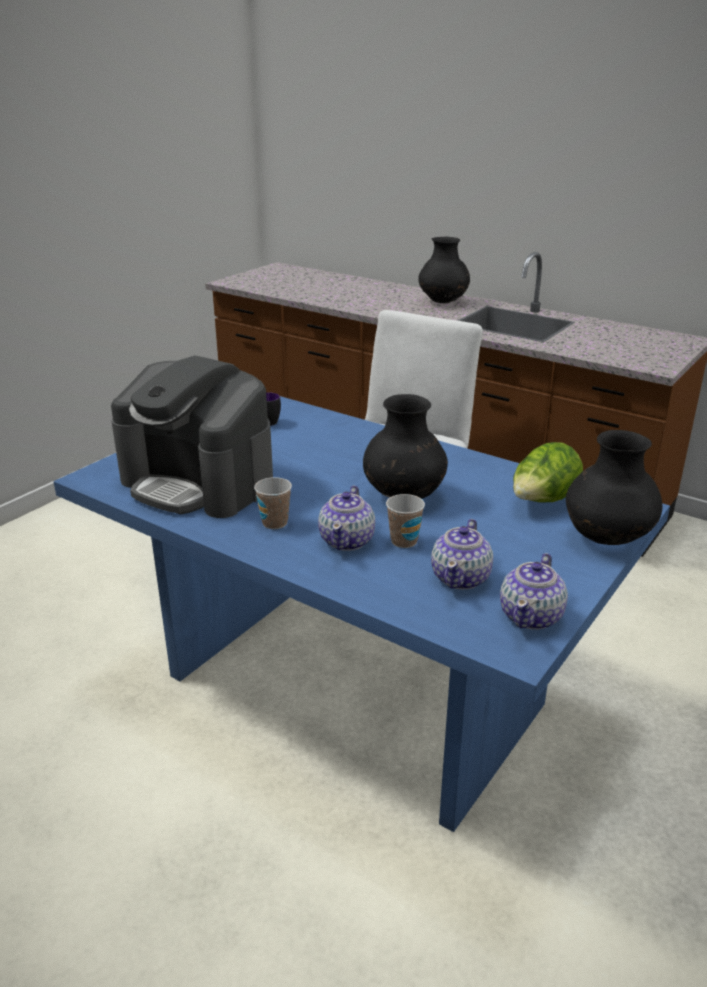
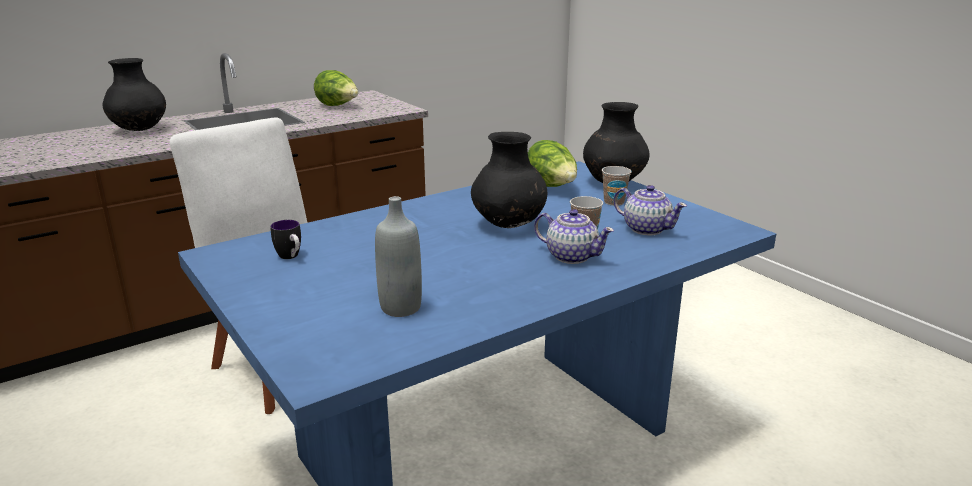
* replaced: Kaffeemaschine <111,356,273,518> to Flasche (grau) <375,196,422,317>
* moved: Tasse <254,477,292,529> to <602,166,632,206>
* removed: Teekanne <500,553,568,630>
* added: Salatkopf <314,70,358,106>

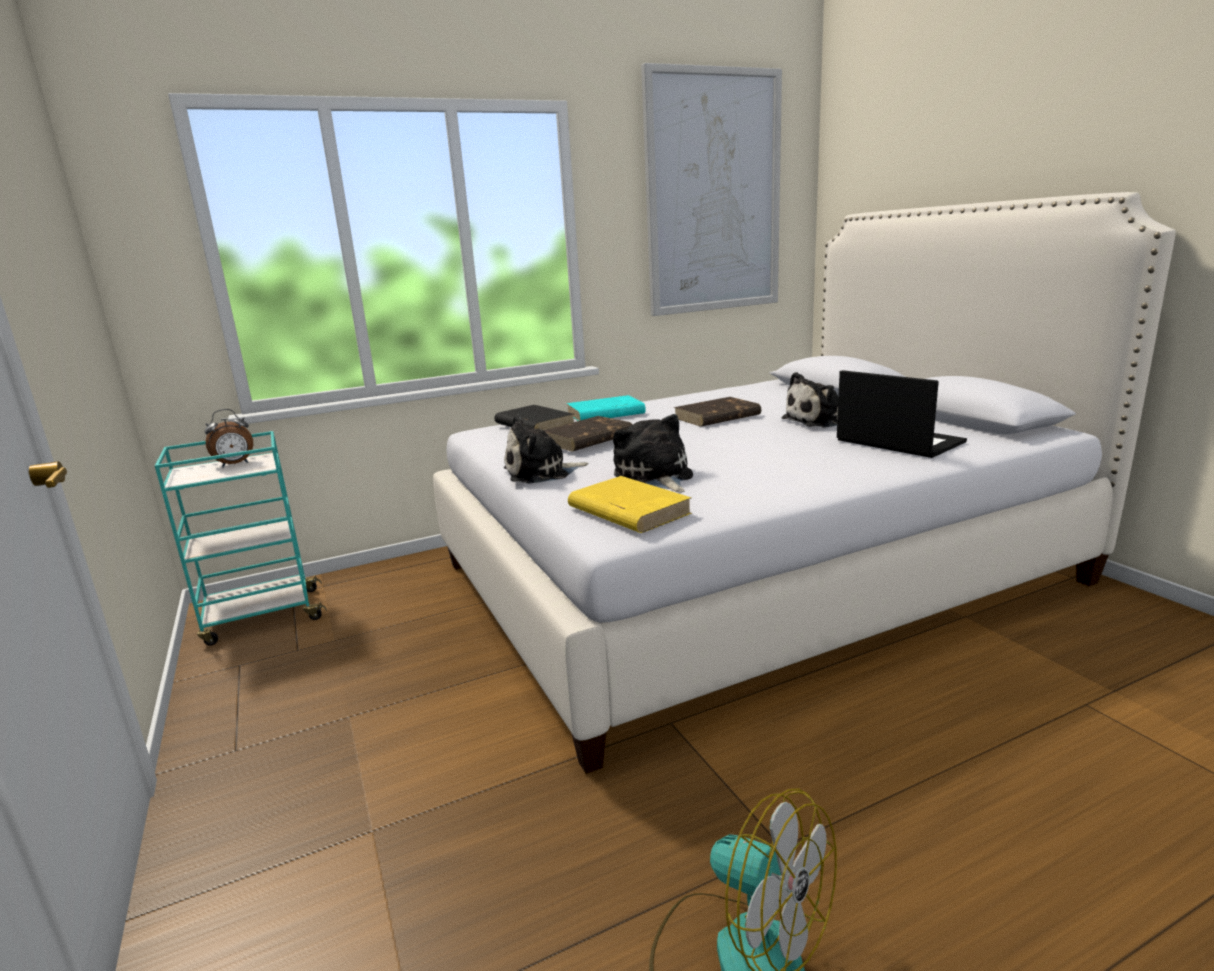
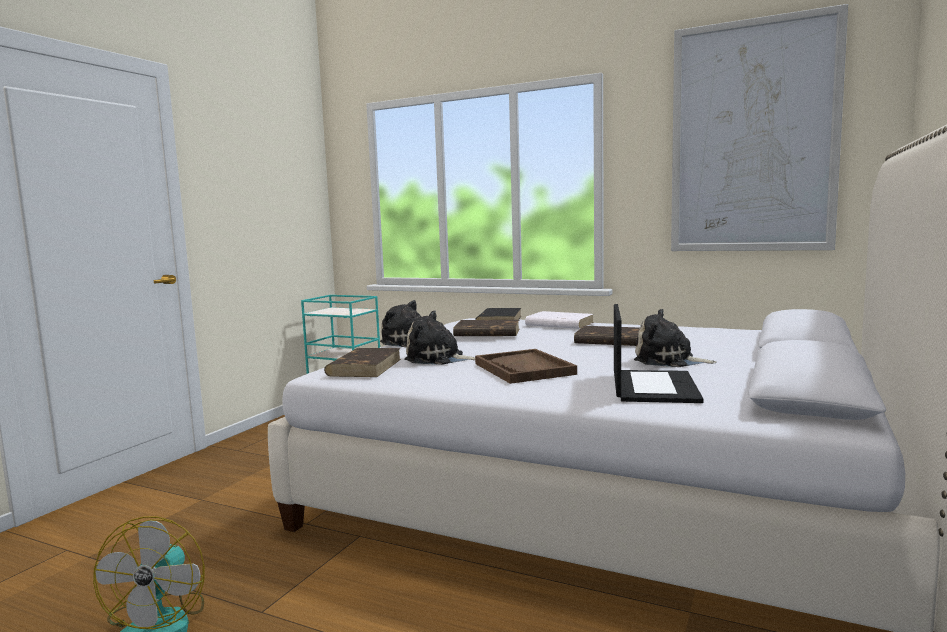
* recoloured: Buch (türkis) <566,395,646,421> to Buch (weiß) <525,311,594,329>
* removed: Wecker <205,409,253,468>
* turned: Plüschtier <613,414,693,492> = <405,310,475,365> 105 degrees counterclockwise
* recoloured: Buch (gelb) <568,476,692,533> to Buch (braun) <324,348,401,377>
* added: Tablett (braun) <475,349,577,384>

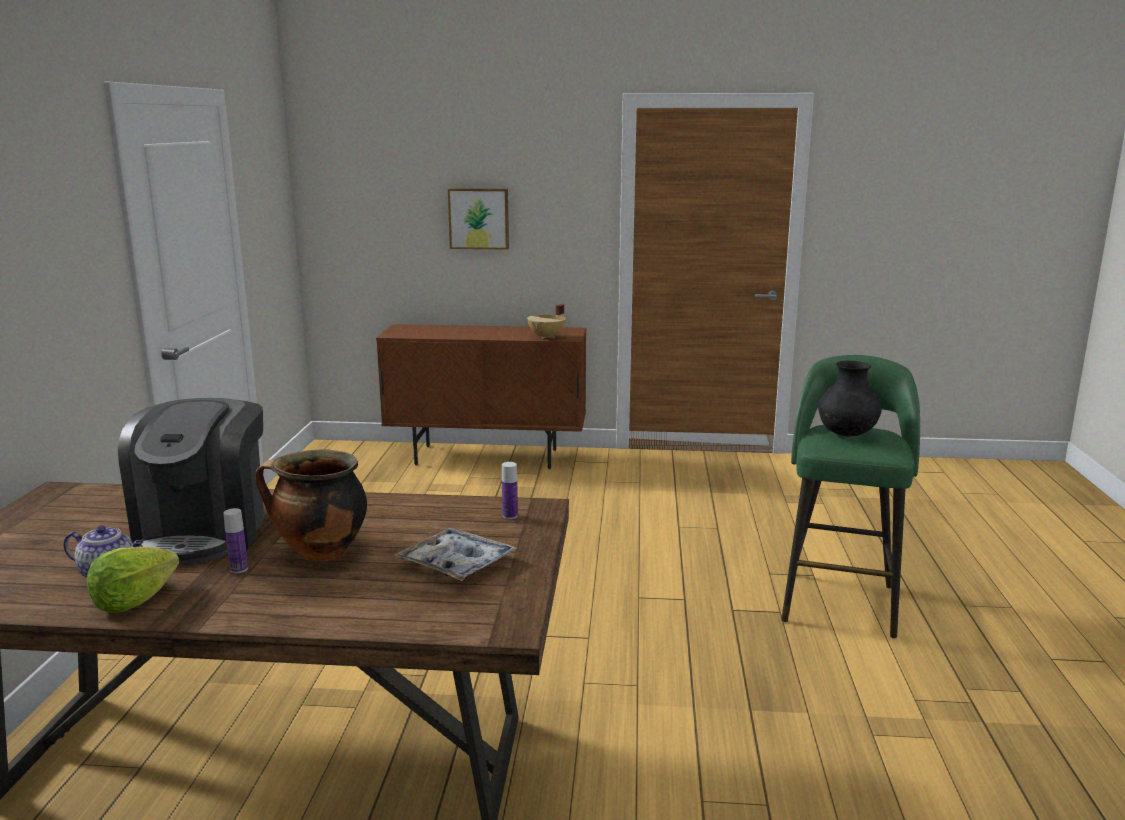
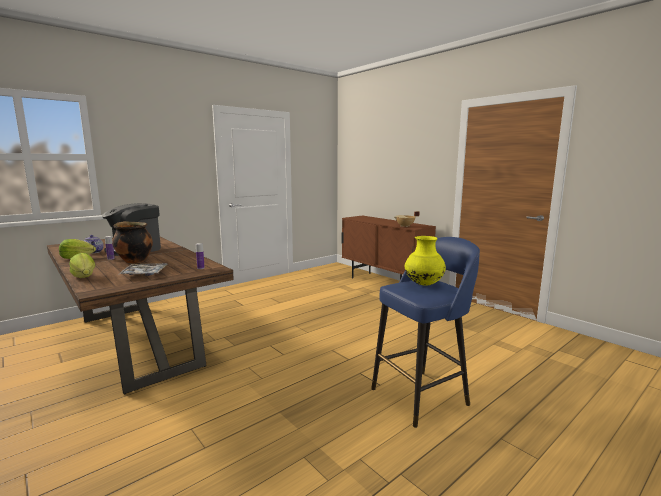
* removed: Bild <448,188,509,250>
* recoloured: Hocker (grün) <781,355,920,638> to Hocker (blau) <371,237,480,428>
* recoloured: Vase (schwarz) <818,361,882,437> to Vase (gelb) <405,236,446,286>
* added: Salatkopf <69,253,95,278>

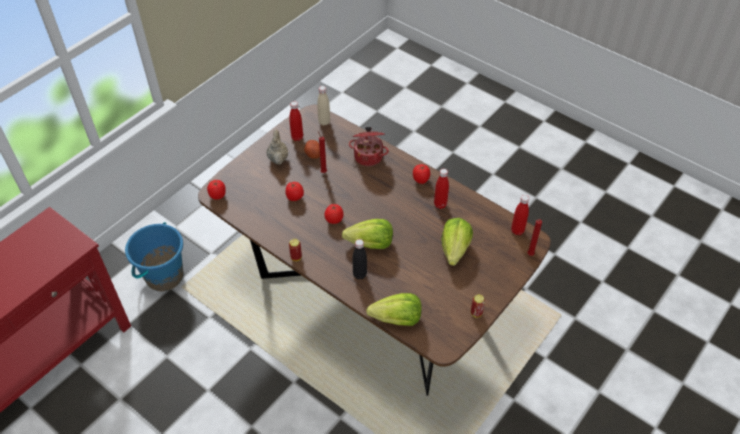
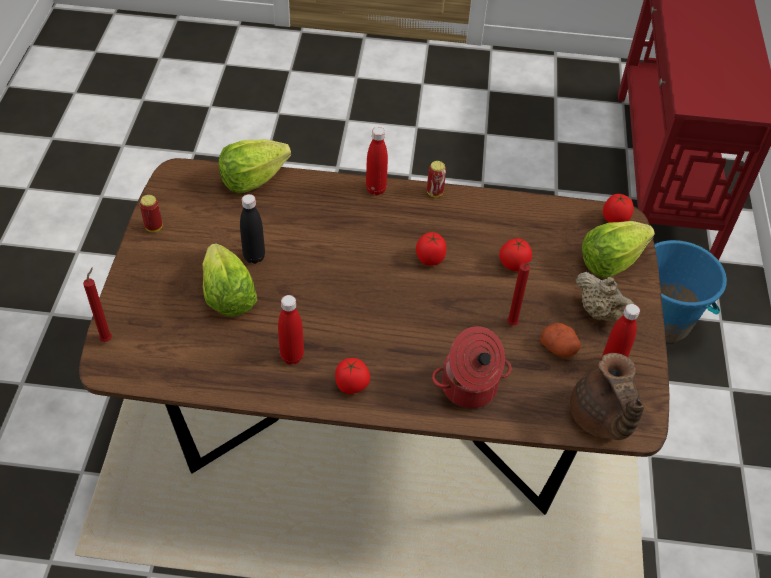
* replaced: Flasche (beige) <317,86,330,126> to Teekanne (braun) <570,353,645,440>
* moved: Flasche (rot) <511,195,529,235> to <366,127,388,195>
* moved: Salatkopf <342,219,393,249> to <582,221,655,278>
* moved: Flasche (schwarz) <353,239,367,279> to <240,194,265,264>

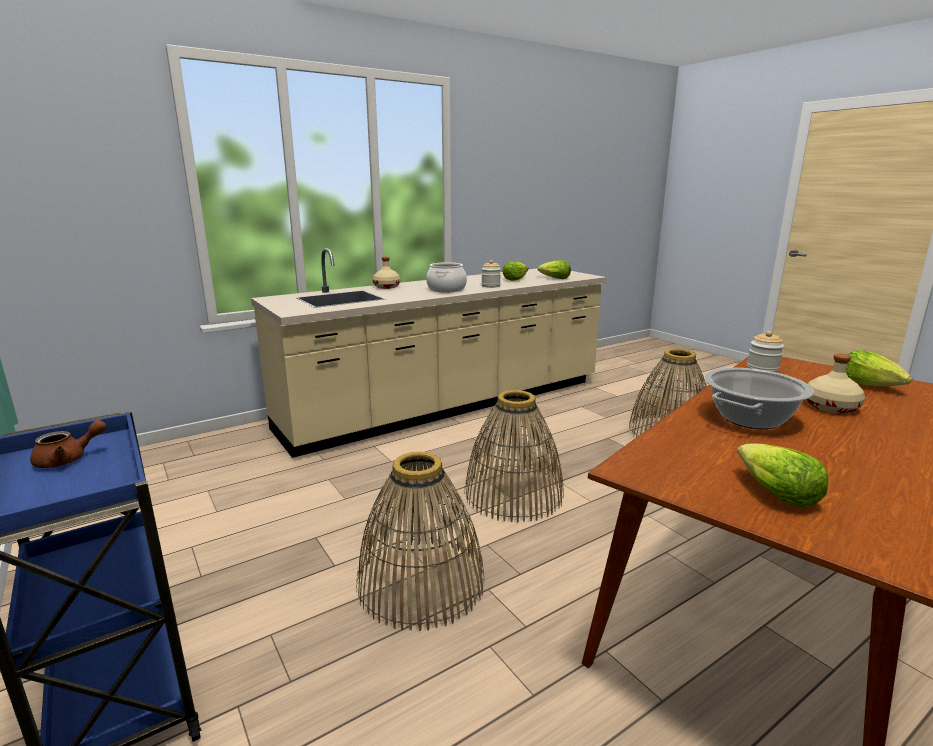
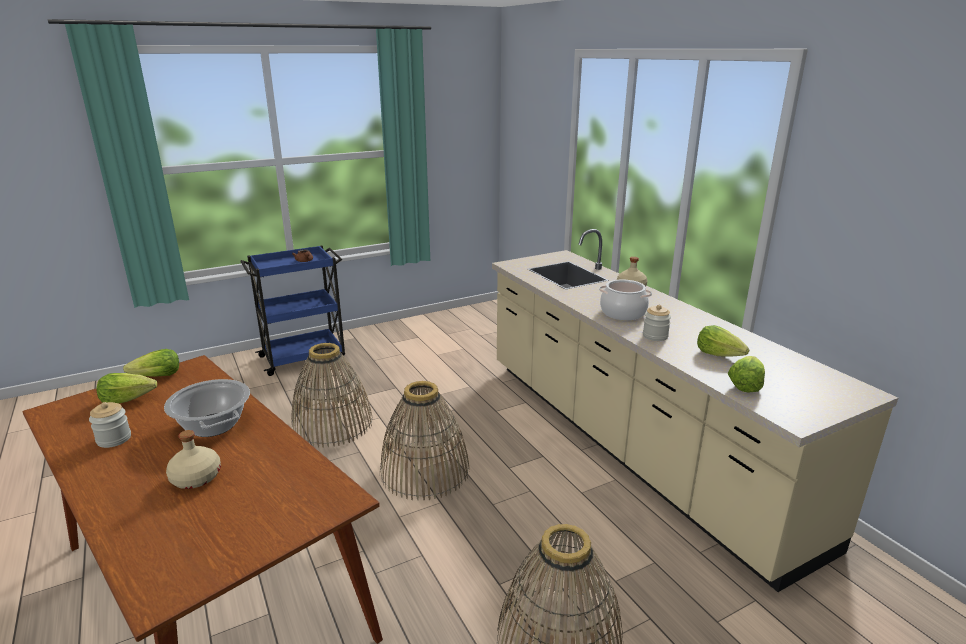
* moved: Vorratsglas <747,331,784,373> to <89,402,131,448>
* moved: Salatkopf <846,350,913,386> to <123,349,179,377>

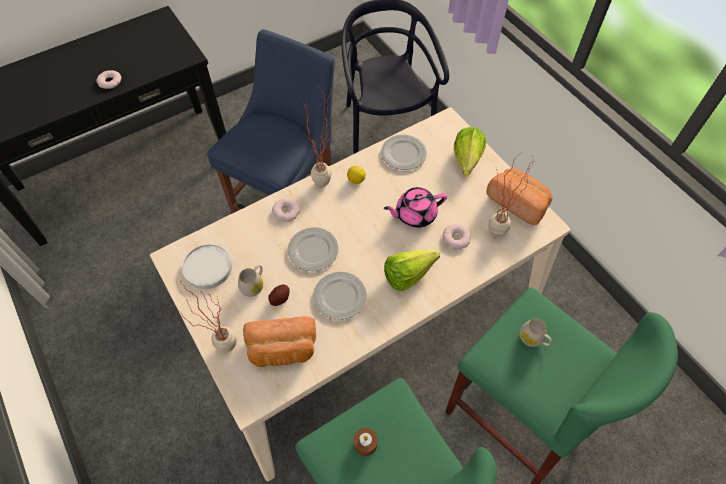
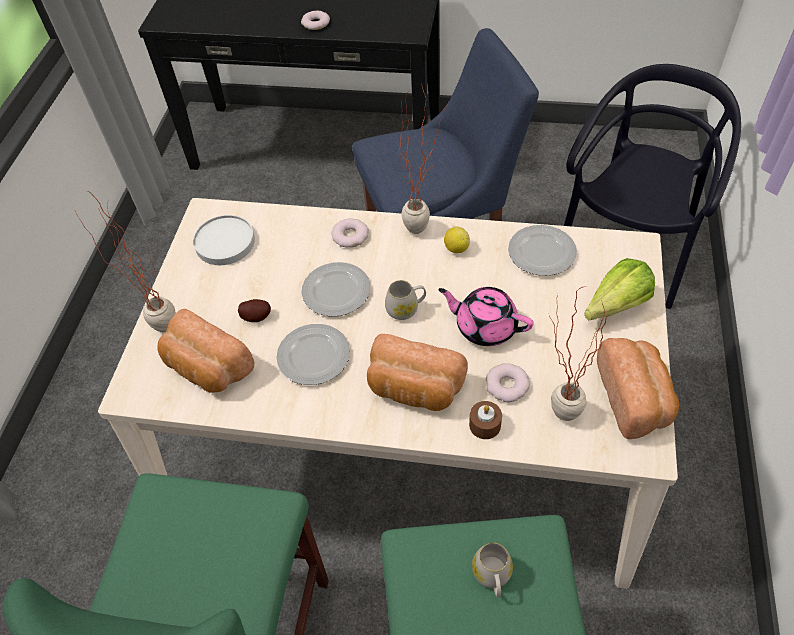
* replaced: Salatkopf <384,250,440,291> to Brot <367,334,468,411>
* moved: Henkelbecher (weiß) <238,265,263,297> to <385,280,426,320>
* moved: Kerze (braun) <354,428,378,456> to <469,401,502,439>

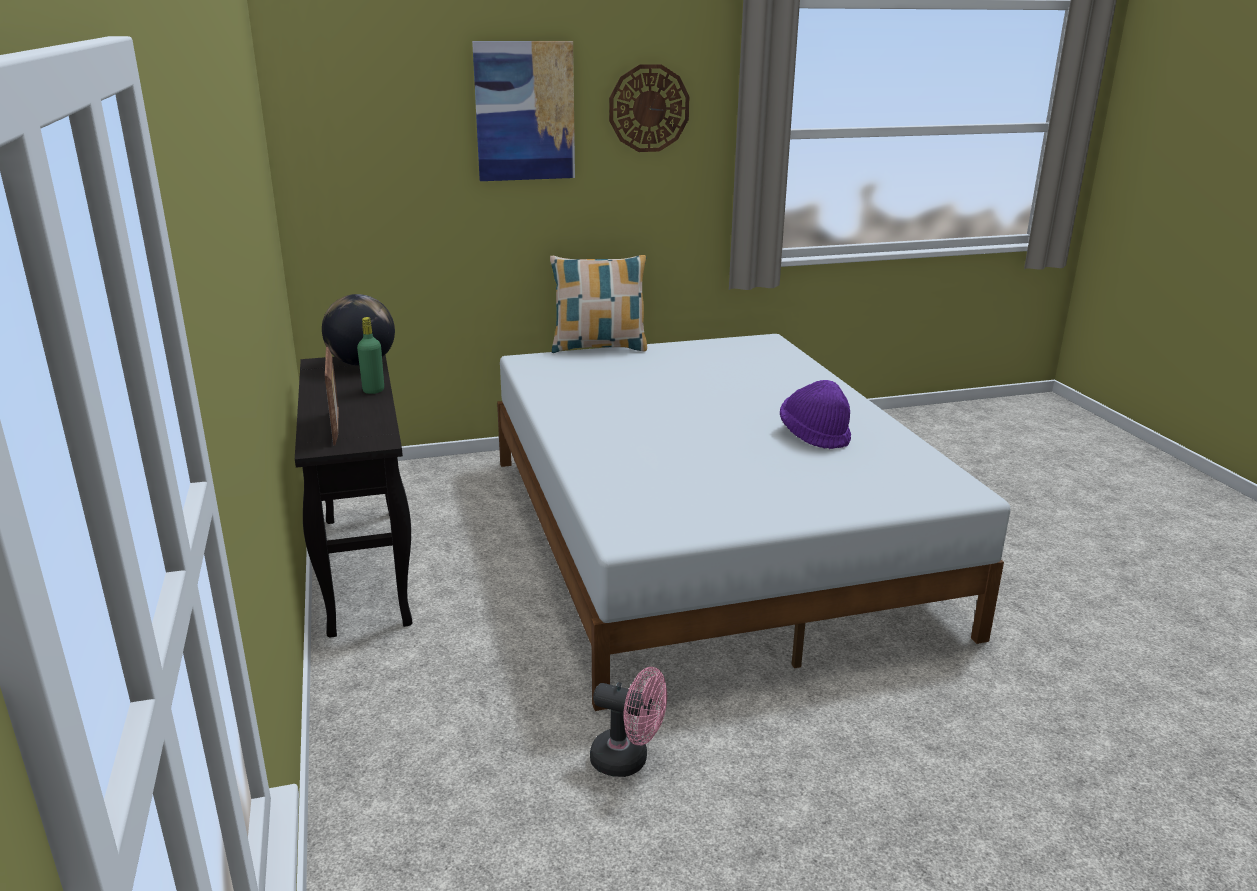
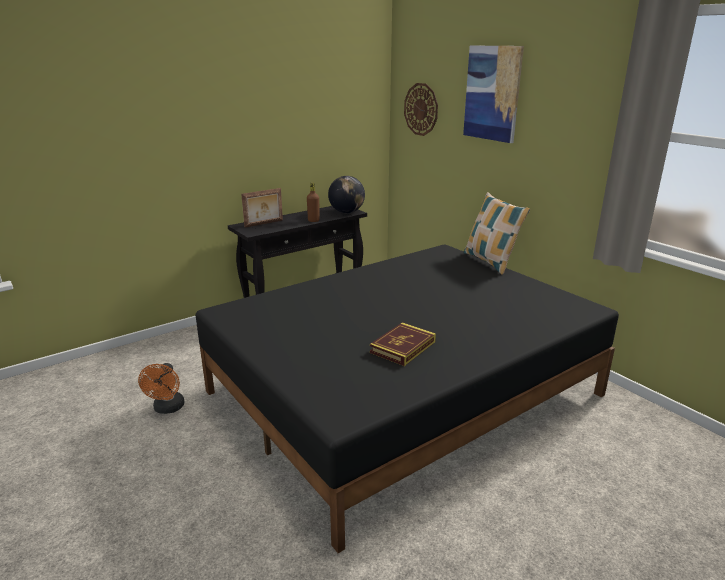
* moved: Wanduhr <609,64,690,152> to <404,83,438,136>
* recoloured: Flasche (grün) <357,317,384,394> to Flasche (braun) <307,183,320,222>
* recoloured: Bett (weiß) <497,334,1010,711> to Bett (schwarz) <196,245,619,553>
* replaced: Hut (lila) <780,380,851,449> to Buch <370,322,436,366>
* recoloured: Ventilator (rosa) <590,667,667,777> to Ventilator (orange) <138,363,184,414>

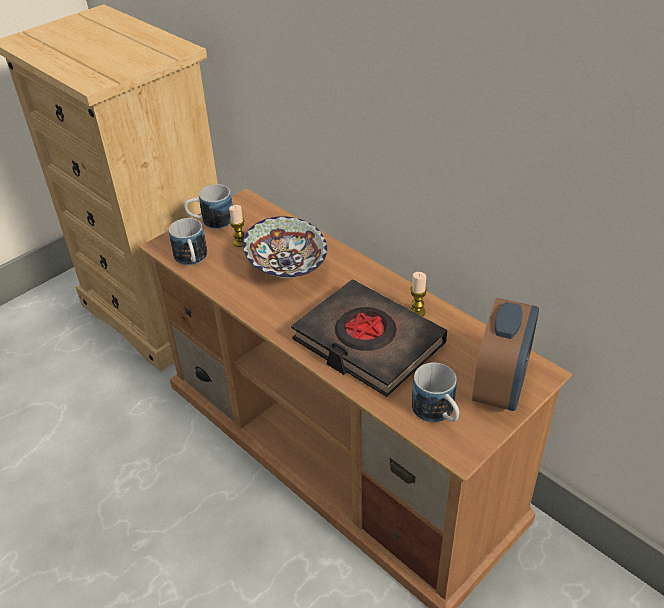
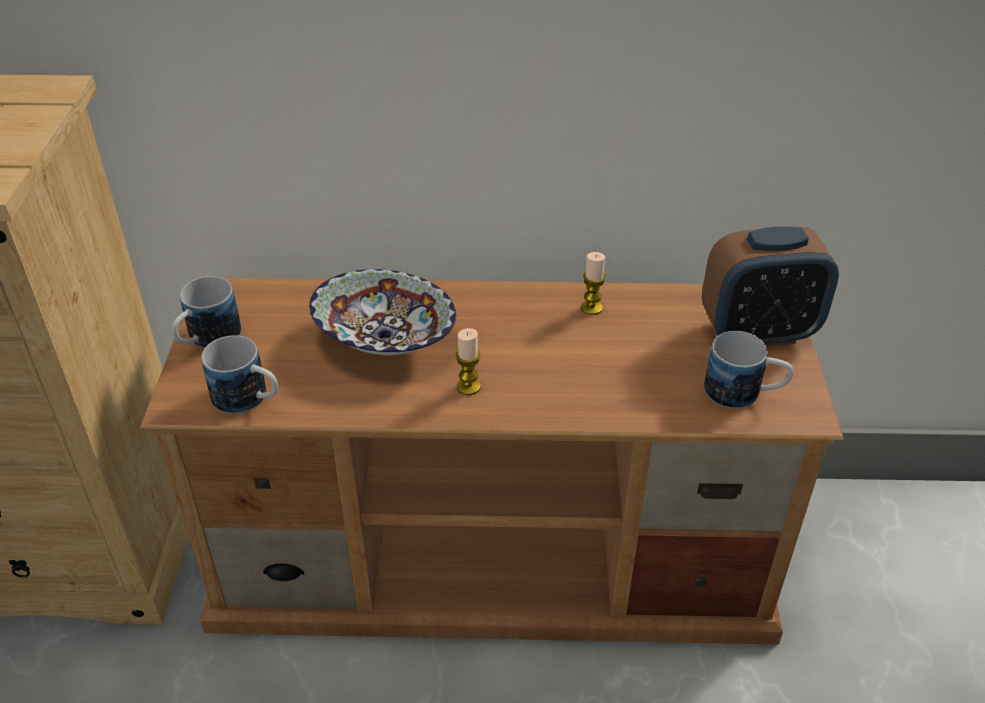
* moved: Kerze <229,205,245,247> to <456,328,481,395>
* removed: Buch (schwarz) <291,279,447,397>
* turned: Wecker <472,298,539,411> = <702,226,839,346> 105 degrees clockwise

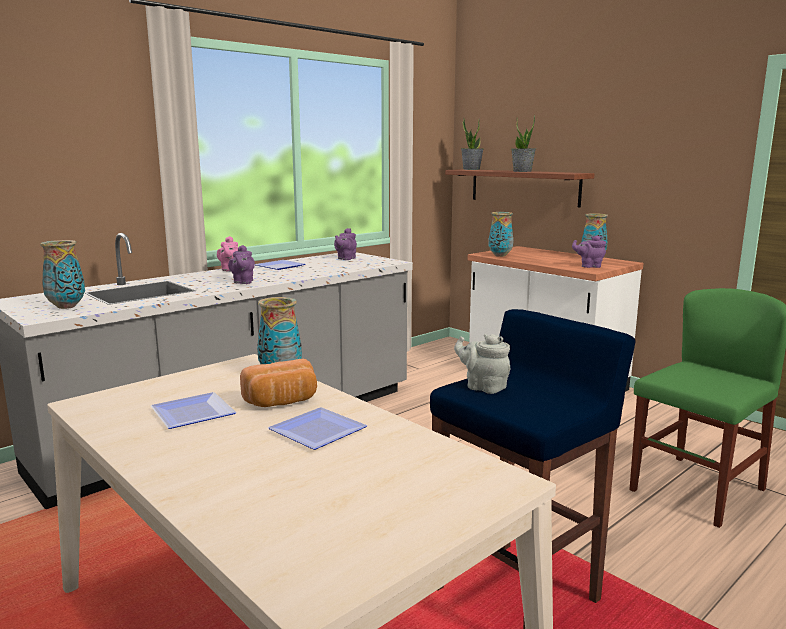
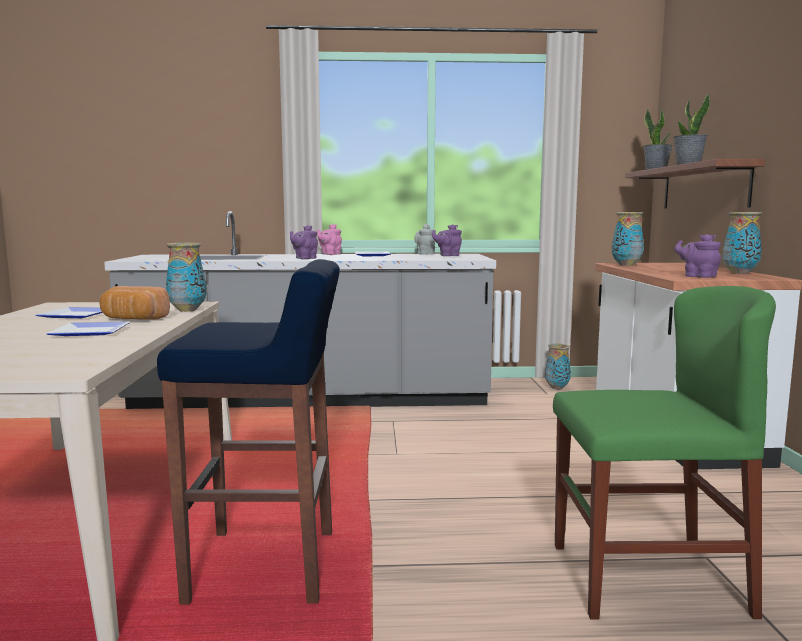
* moved: Vase <40,240,85,309> to <545,343,571,389>
* moved: Teekanne (grau) <454,334,510,394> to <414,224,435,255>

